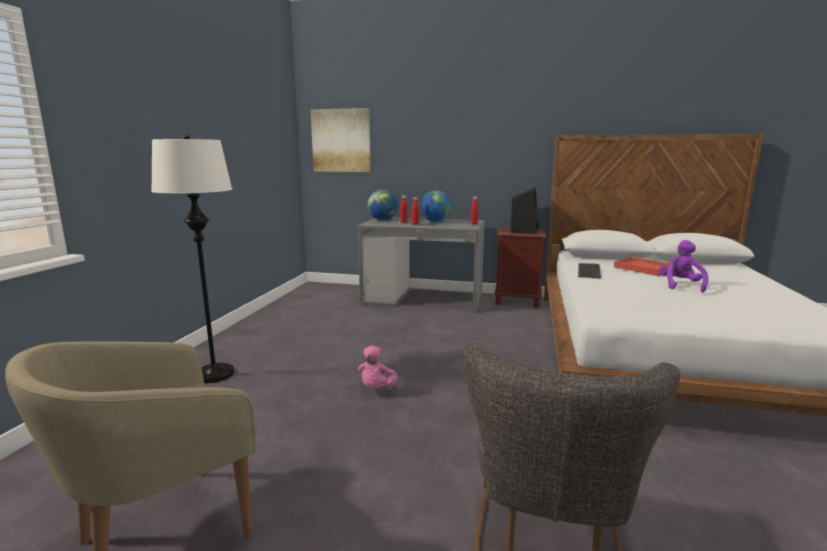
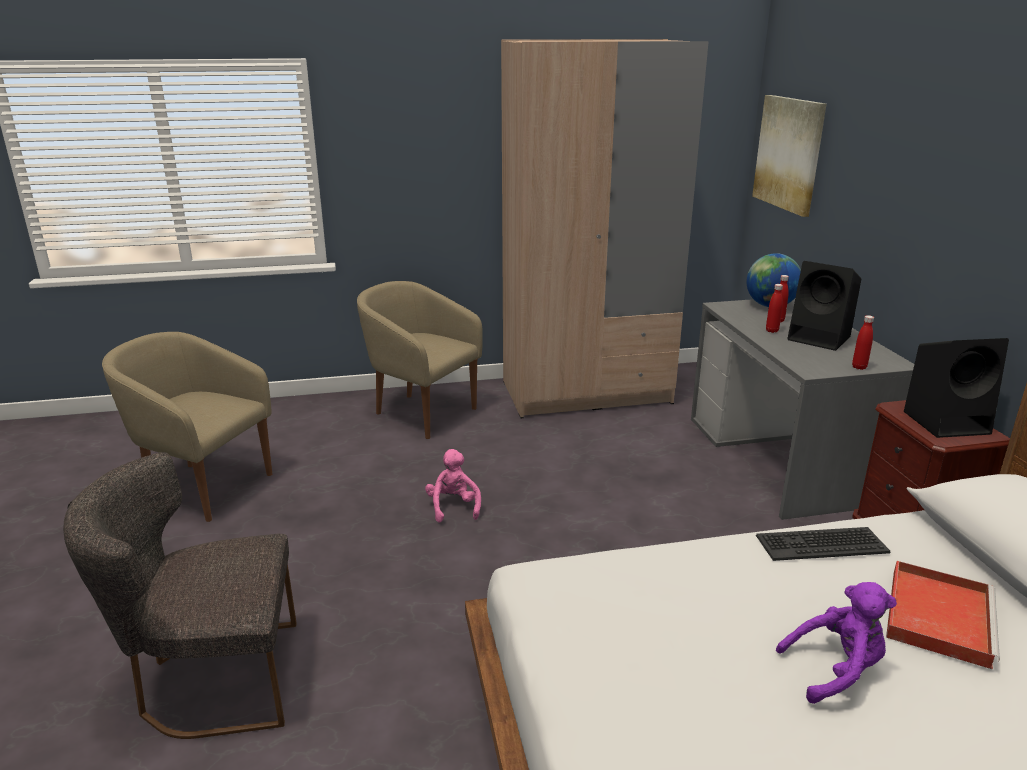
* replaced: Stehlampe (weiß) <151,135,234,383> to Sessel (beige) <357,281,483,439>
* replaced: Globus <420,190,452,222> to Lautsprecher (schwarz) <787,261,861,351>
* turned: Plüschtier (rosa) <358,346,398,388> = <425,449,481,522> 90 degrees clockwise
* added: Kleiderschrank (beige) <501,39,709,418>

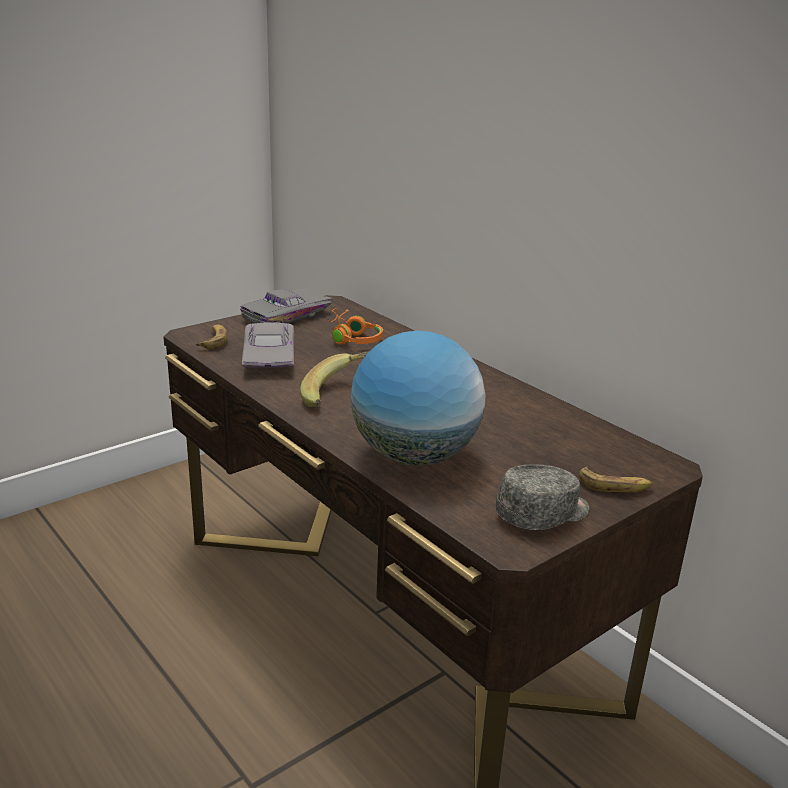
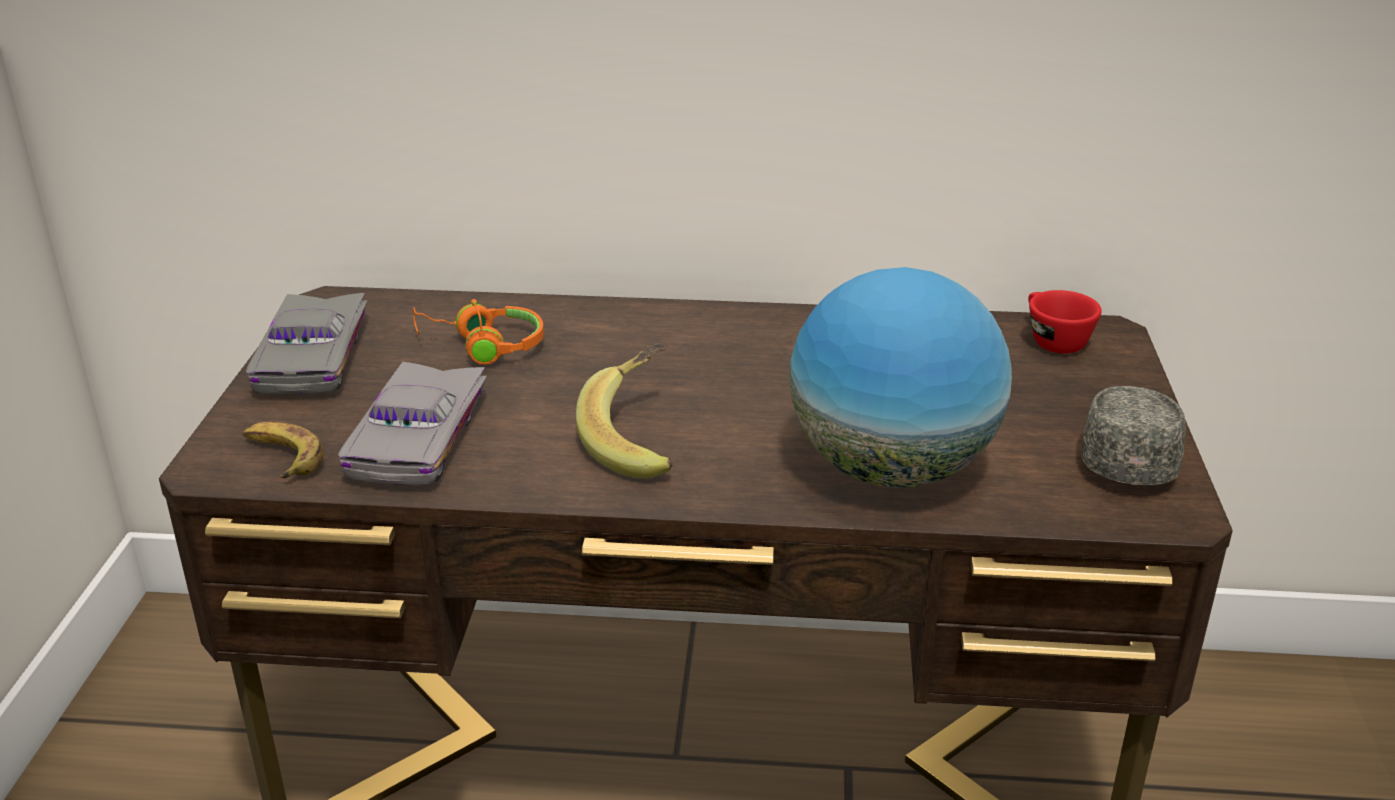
* turned: Spielzeugauto (grau) <242,322,294,368> = <338,362,487,485> 120 degrees counterclockwise
* removed: Banane <579,467,653,492>
* added: Tasse (rot) <1028,290,1102,354>

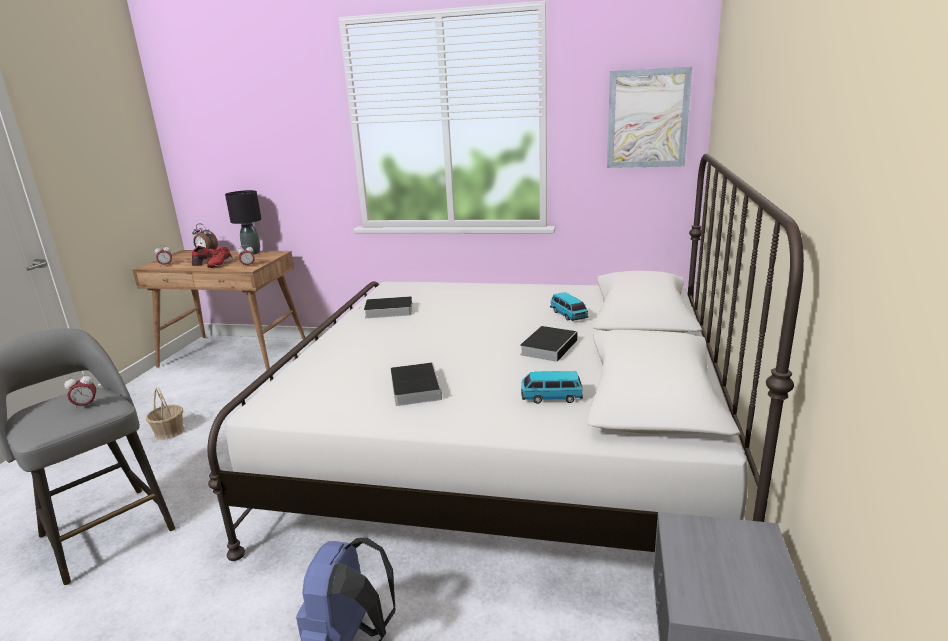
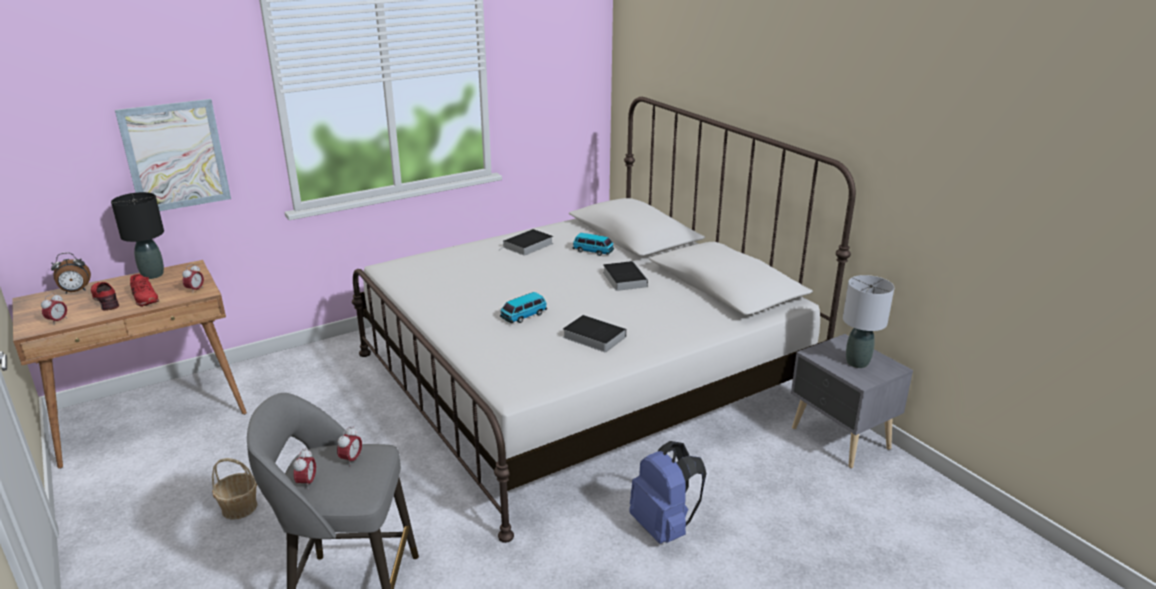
* moved: Bild <607,67,692,168> to <115,99,231,211>
* moved: Buch <360,296,412,318> to <503,229,553,256>
* moved: Spielzeugauto <521,371,583,404> to <500,292,547,323>
* added: Tischlampe (grau) <843,275,894,368>
* added: Wecker <293,448,316,490>

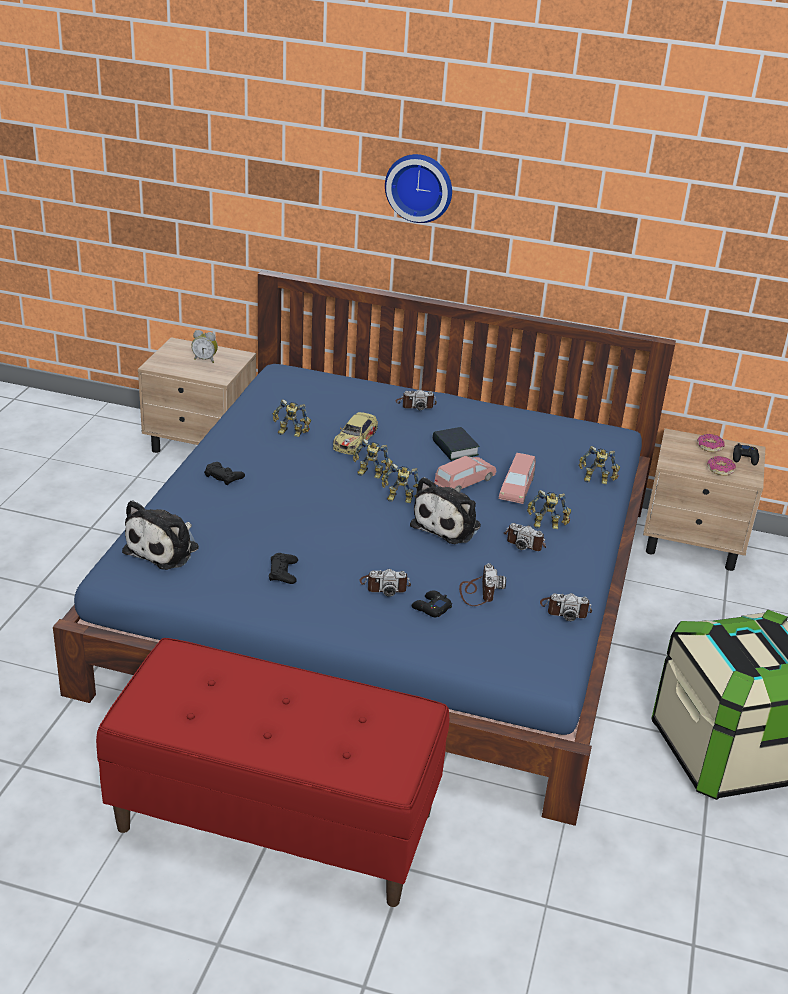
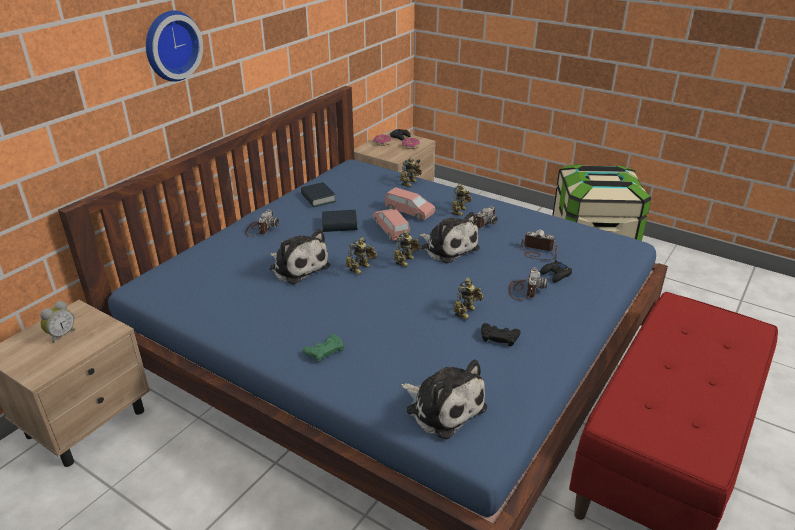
* moved: Spielzeugroboter <273,400,311,437> to <454,277,483,320>
* replaced: Spielzeugauto <333,412,378,455> to Plüschtier <270,229,330,284>
* recoloured: Gamepad (schwarz) <204,462,245,485> to Gamepad (grün) <302,334,344,362>
* removed: Kamera <540,593,592,621>
* added: Buch <301,182,336,207>

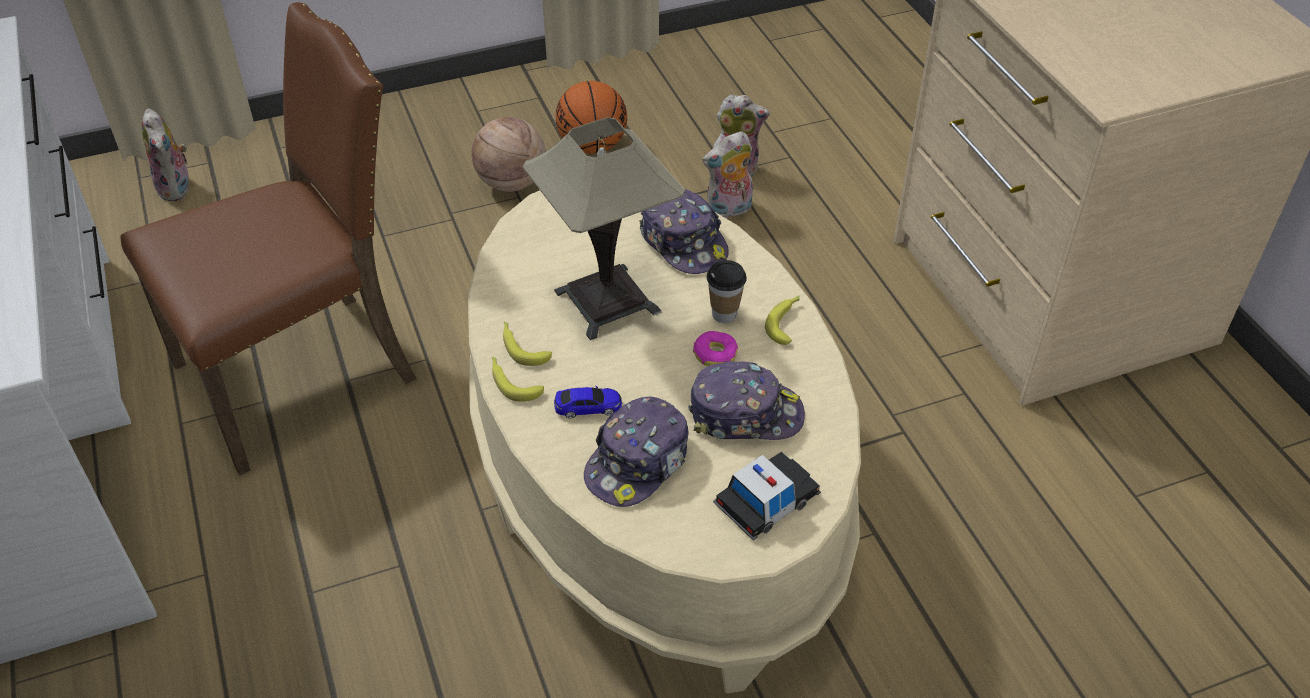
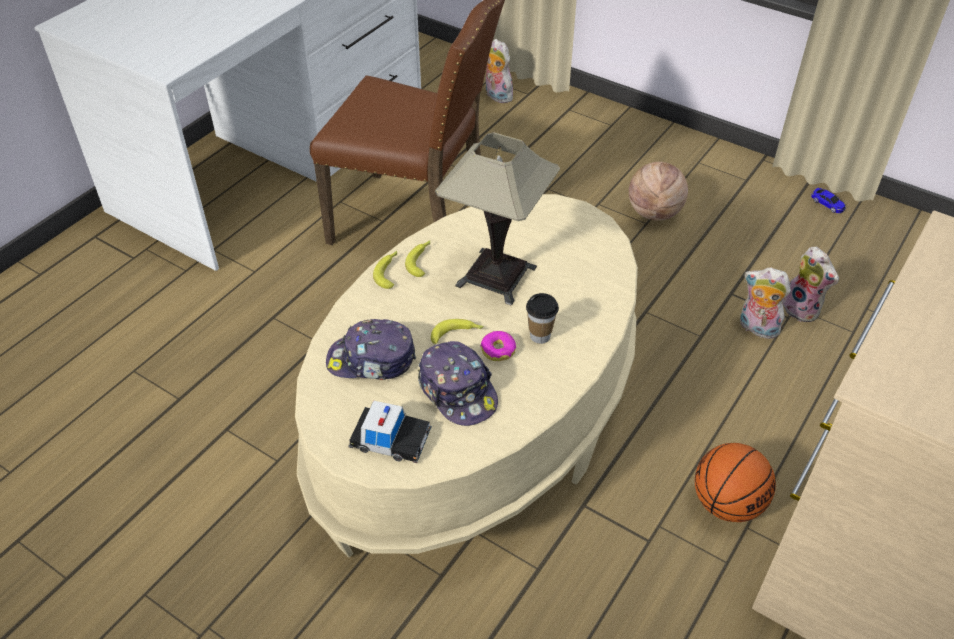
* moved: Basketball <556,81,627,154> to <695,443,776,522>
* turned: Plüschtier <142,108,189,201> = <486,39,513,103> 105 degrees clockwise
* removed: Kappe <639,189,729,274>
* moved: Banane <765,295,800,345> to <431,319,484,344>
* moved: Spielzeugauto <554,386,622,418> to <811,188,846,213>

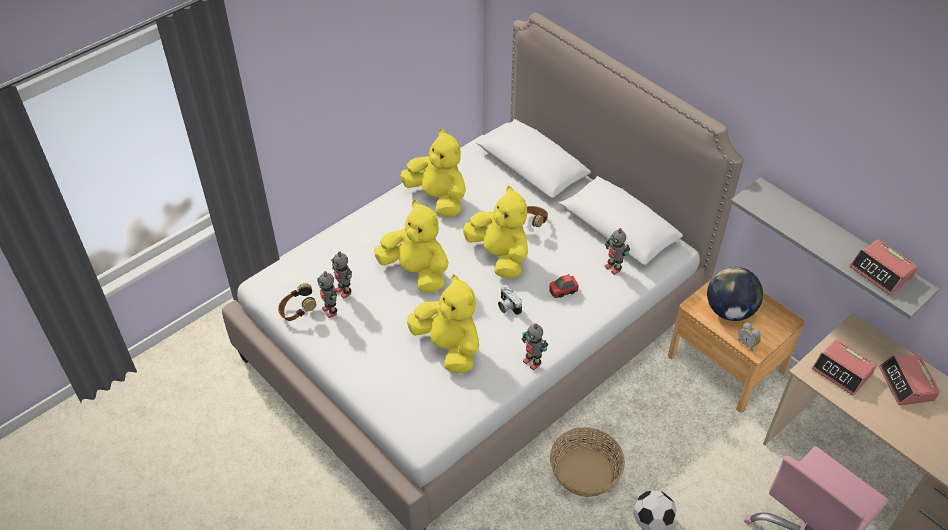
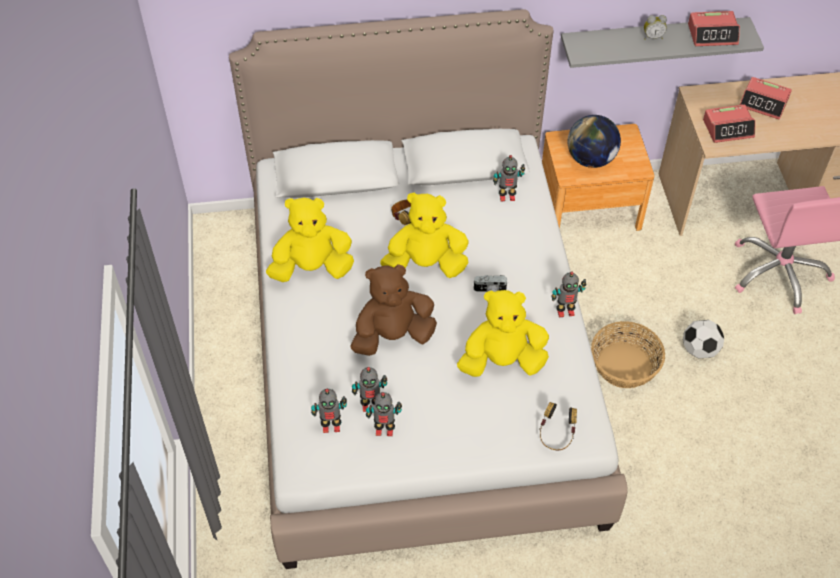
* recoloured: Plüschtier (gelb) <374,200,448,293> to Plüschtier (braun) <350,264,437,356>
* removed: Spielzeugauto <549,274,579,298>
* moved: Kopfhörer <278,283,316,321> to <539,402,577,450>
* moved: Wecker <739,323,761,351> to <644,15,667,40>
* added: Spielzeugroboter <311,389,347,433>

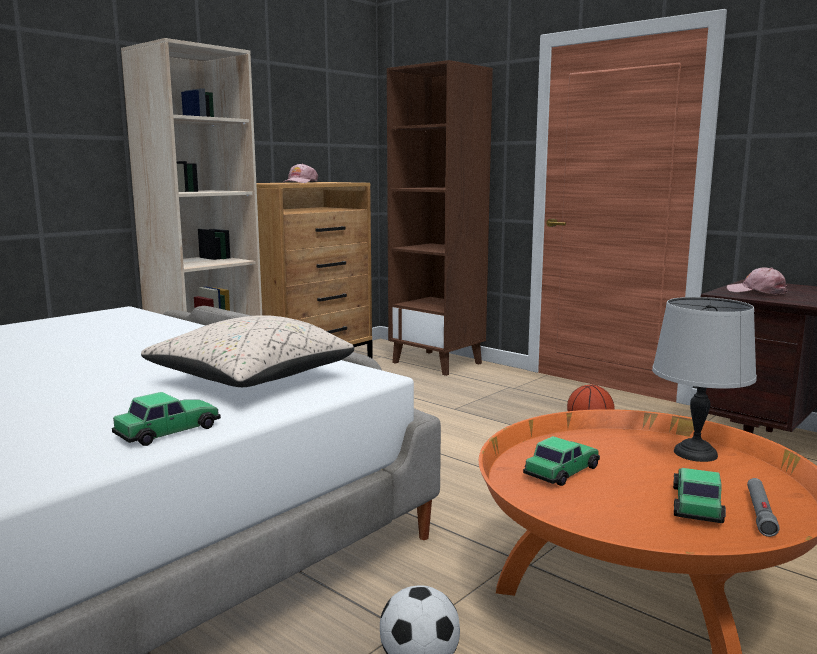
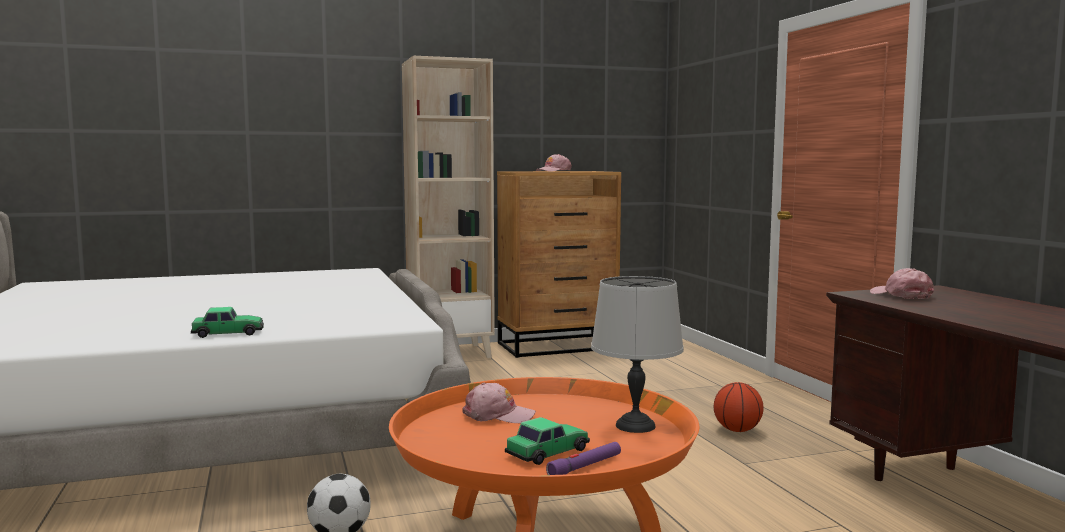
* removed: Bücherregal (braun) <387,60,493,376>
* removed: Kissen (beige) <141,315,354,387>
* replaced: Spielzeugauto <523,436,600,486> to Kappe (rosa) <462,383,536,423>
* recoloured: Taschenlampe (grau) <747,478,780,537> to Taschenlampe (lila) <546,442,621,475>

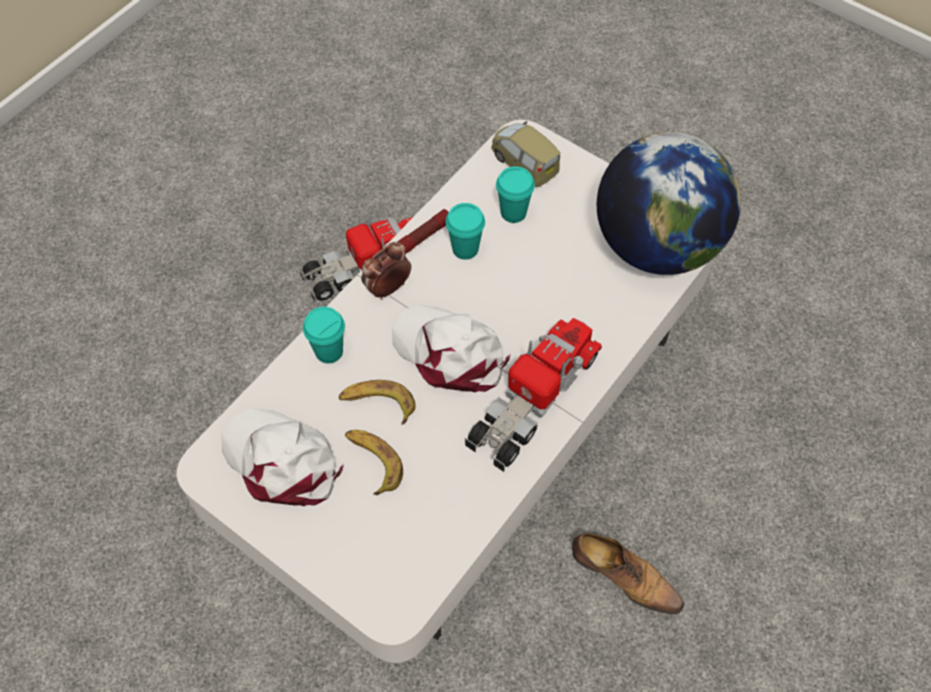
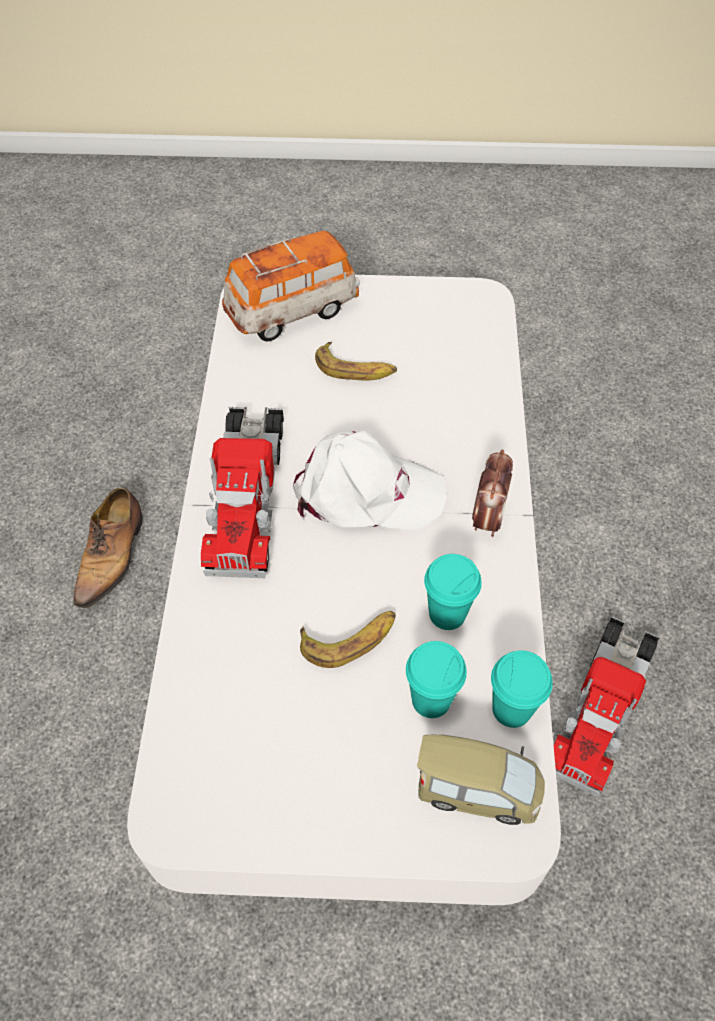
* removed: Globus <597,132,741,275>
* removed: Taschenlampe <398,209,449,253>
* moved: Tasse (türkis) <303,307,345,363> to <491,650,553,728>
* moved: Banane <339,380,416,425> to <300,611,396,668>
* removed: Kappe (weiß) <221,408,344,506>
* turned: Schuh <572,533,684,615> = <73,487,143,608> 75 degrees counterclockwise
* added: Spielzeugauto <222,231,360,341>

